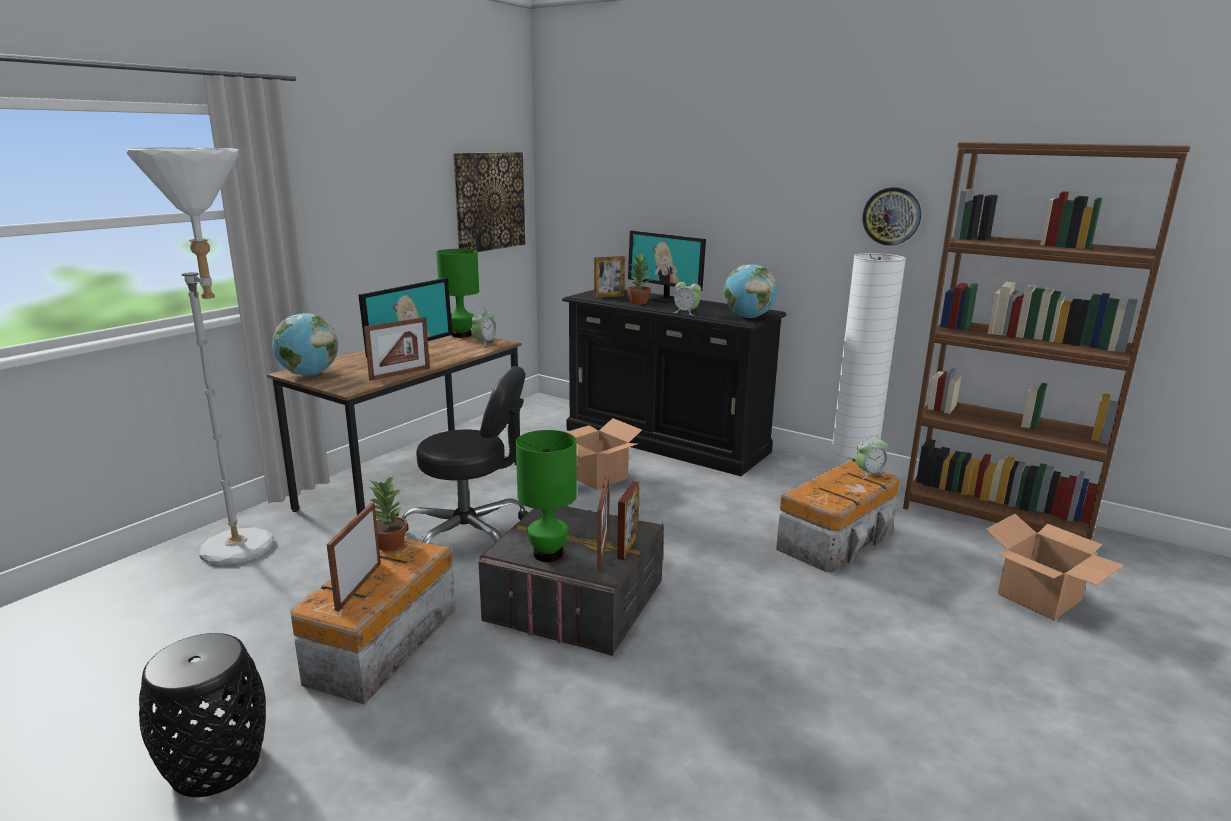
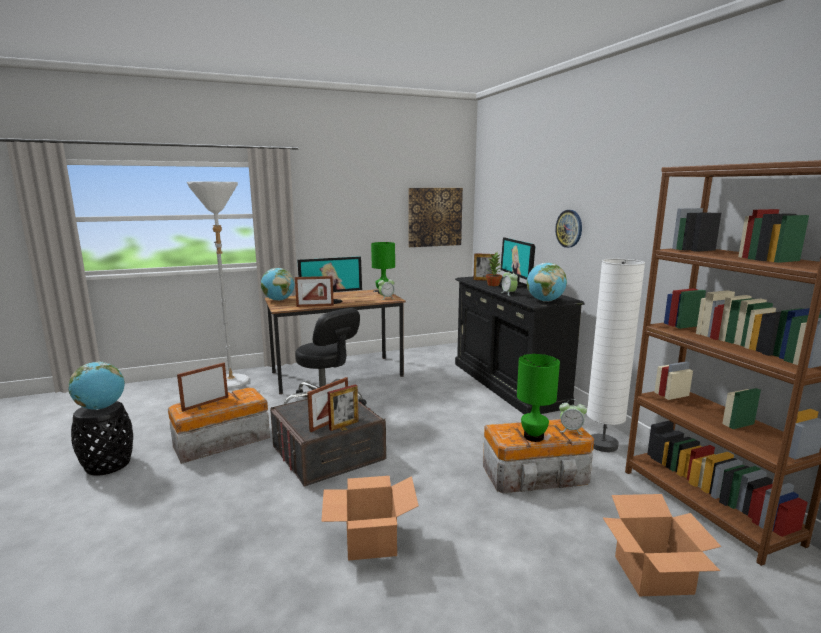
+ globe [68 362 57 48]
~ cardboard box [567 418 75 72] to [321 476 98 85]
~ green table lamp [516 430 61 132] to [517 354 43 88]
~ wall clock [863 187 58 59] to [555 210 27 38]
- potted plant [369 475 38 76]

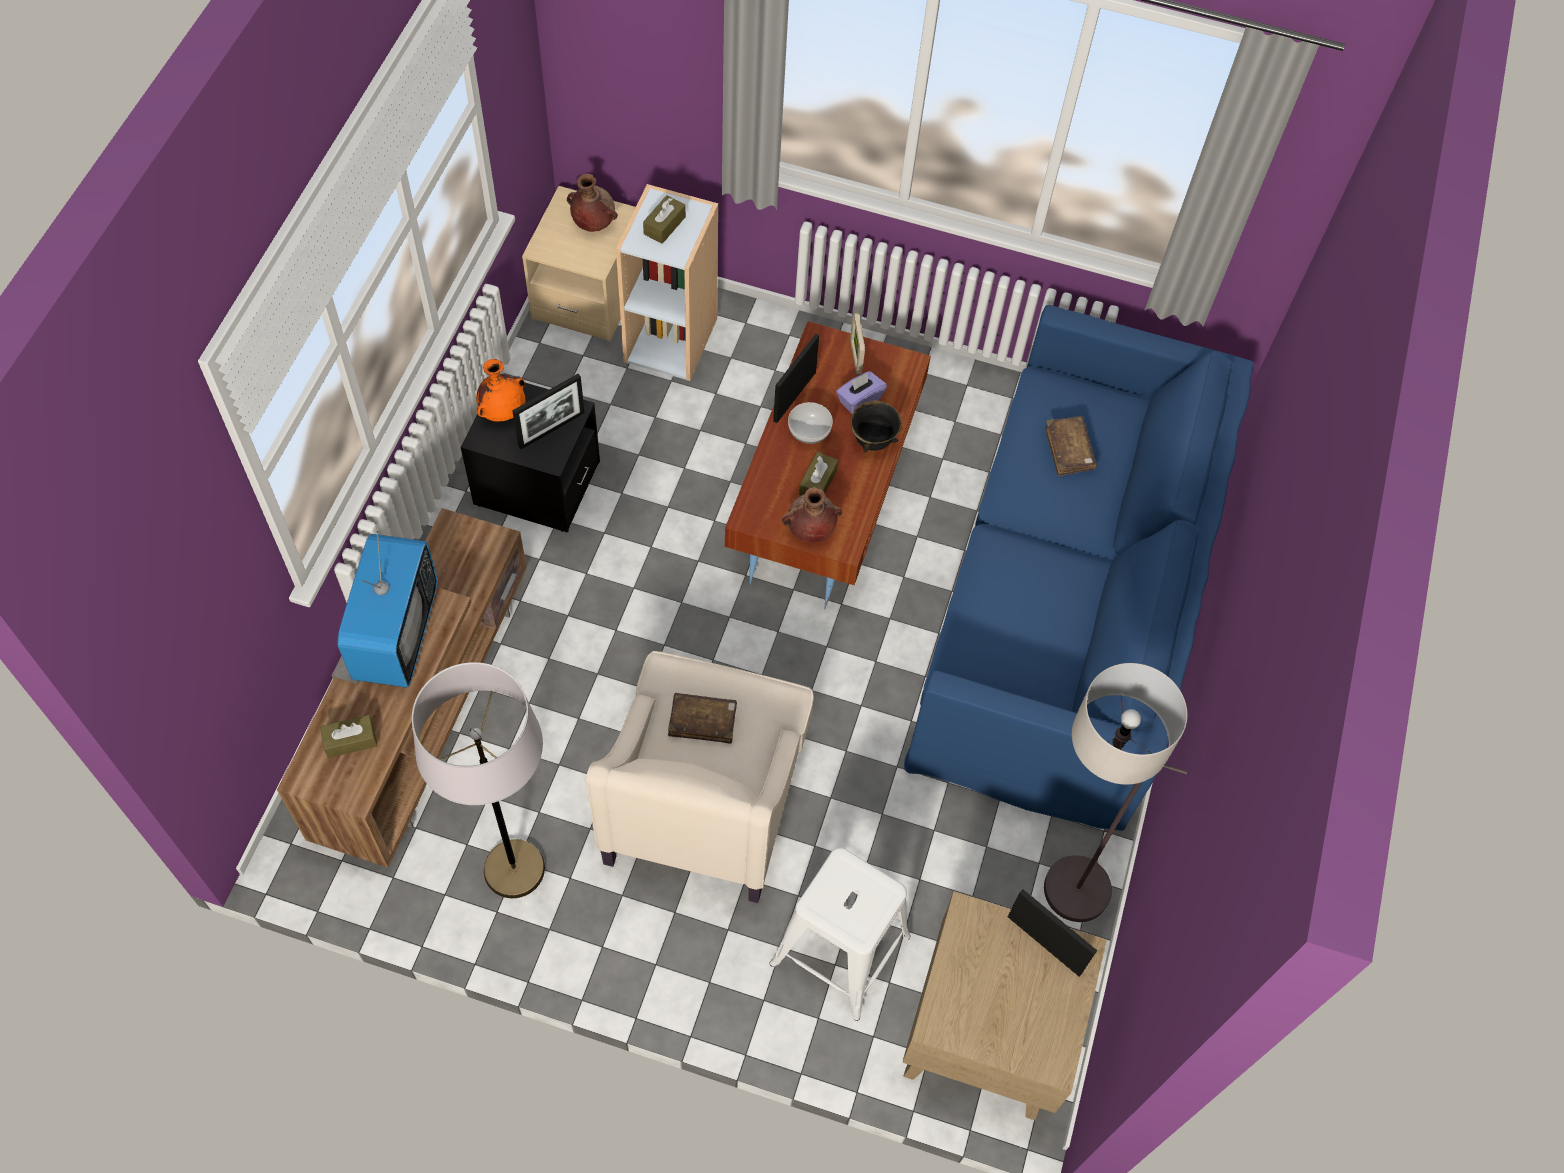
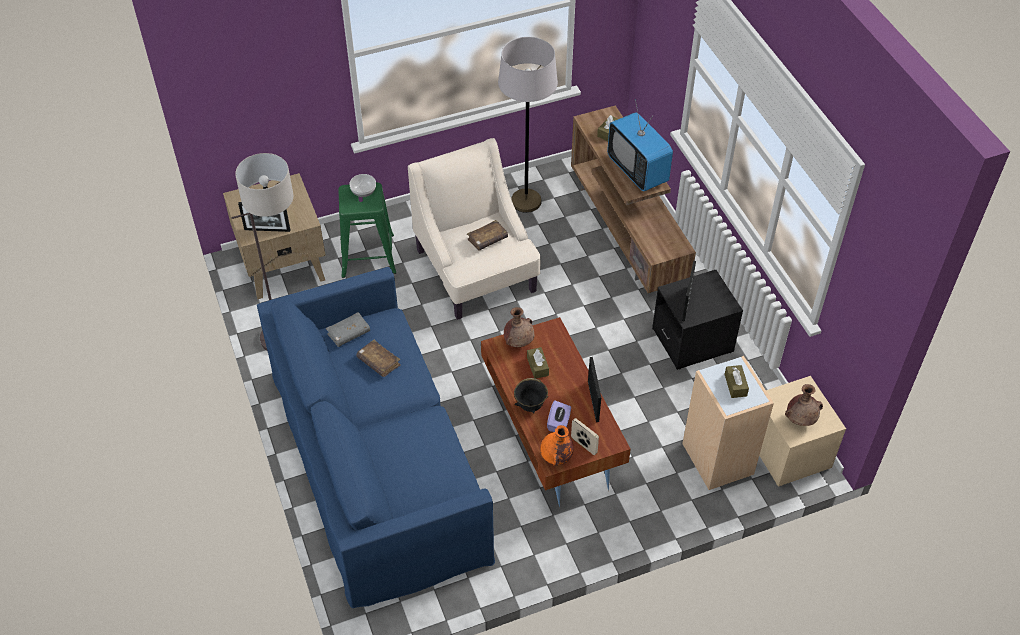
+ grey book [326 312 44 35]
~ white stool [769 848 142 173] to green stool [338 182 59 96]
~ bowl [788 402 45 42] to [349 174 27 23]
~ brown book [1045 416 52 60] to [356 340 45 37]
~ orange vase [476 359 50 63] to [540 425 34 41]

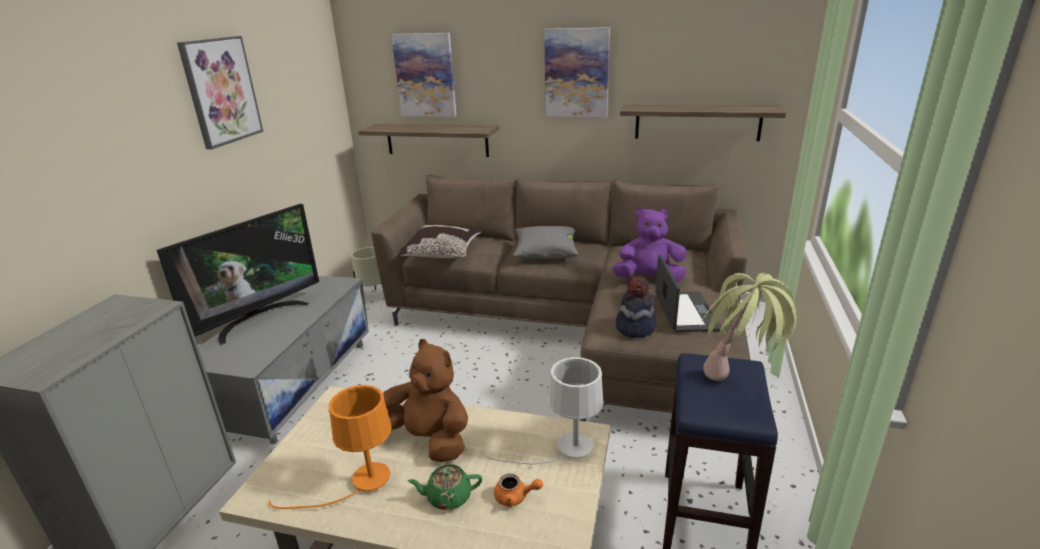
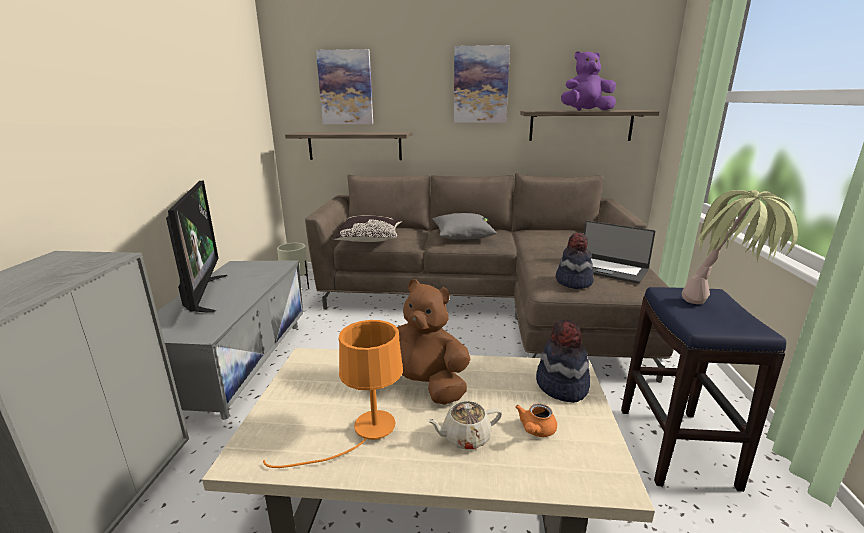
~ television [157 204 162 141] = [166 181 62 131] 45 degrees counterclockwise
~ green teapot [408 464 74 46] to beige teapot [427 401 75 49]
~ orange teapot [494 474 49 33] = [515 404 42 33] 120 degrees clockwise
~ white table lamp [483 357 121 107] to hat [536 319 54 84]
~ purple plush toy [612 207 75 76] to [561 51 55 59]
~ laptop [655 255 68 77] = [584 221 72 63] 135 degrees clockwise
- picture [177 36 86 113]

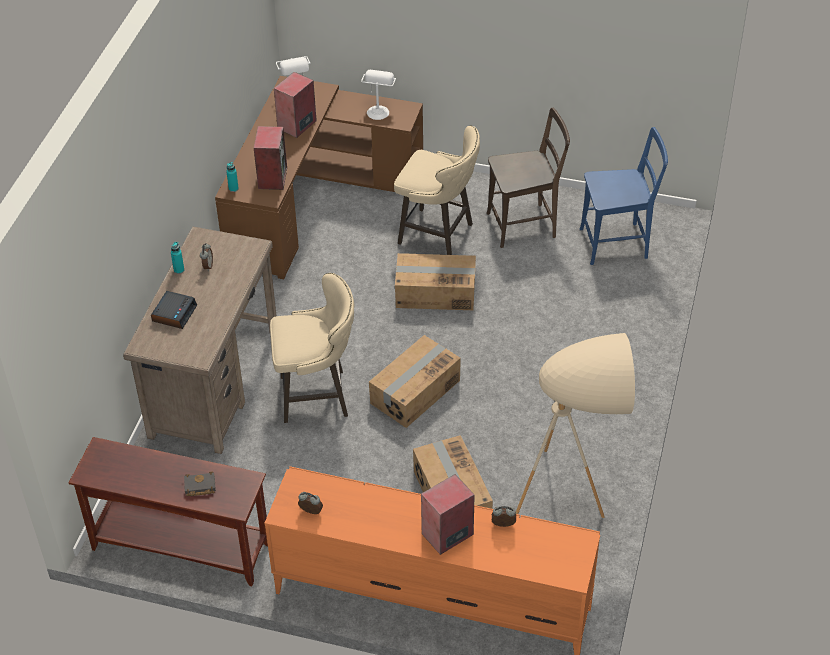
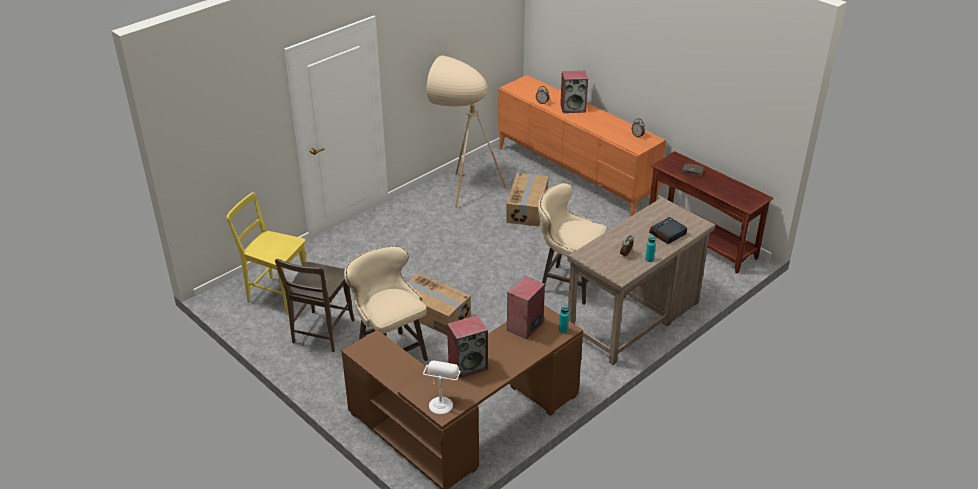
~ blue chair [580 127 88 138] to yellow chair [227 192 79 123]
~ brown chair [486 108 84 140] = [275 259 80 93] 90 degrees counterclockwise
- white table lamp [361 70 35 50]
- cardboard box [369 335 92 93]

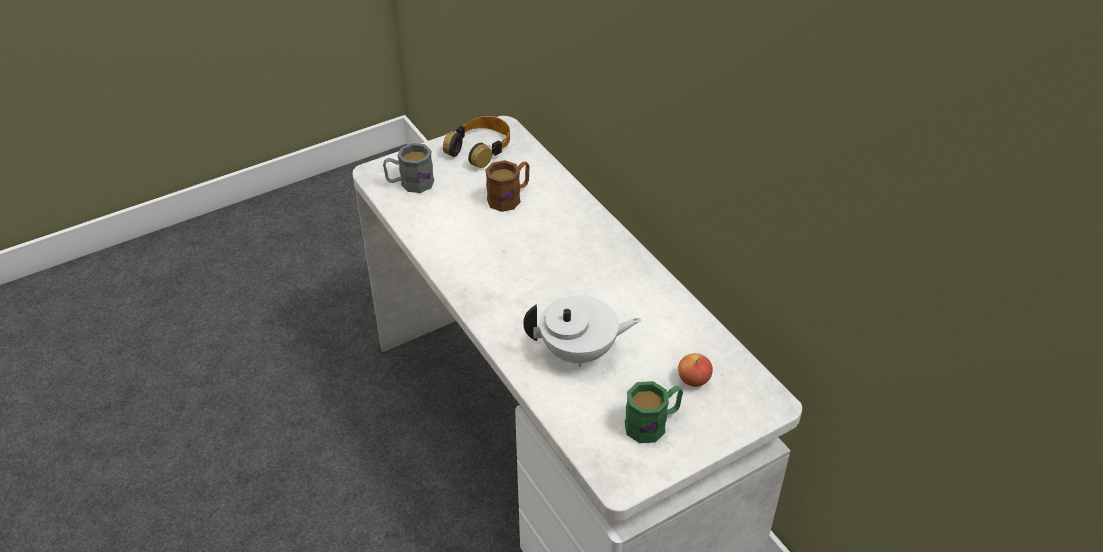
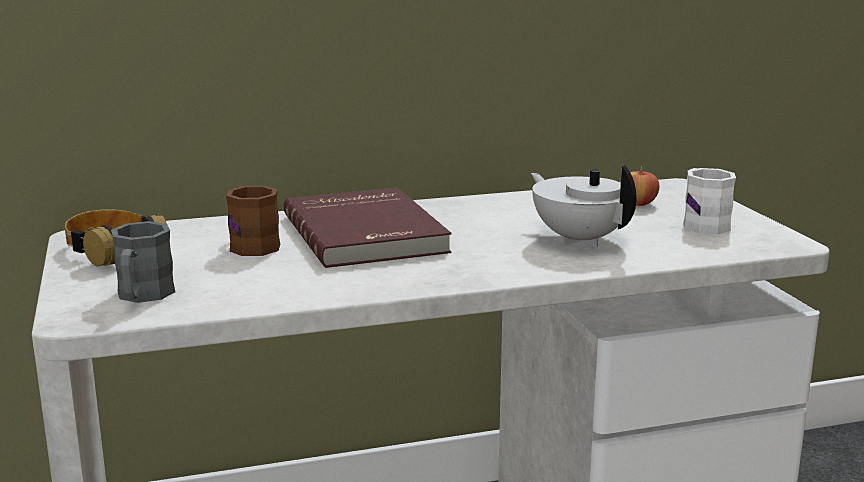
+ red book [284 188 167 80]
~ white teapot [523 295 118 72] = [531 165 106 82] 45 degrees counterclockwise
~ green mug [625 381 58 62] to white mug [683 168 53 66]

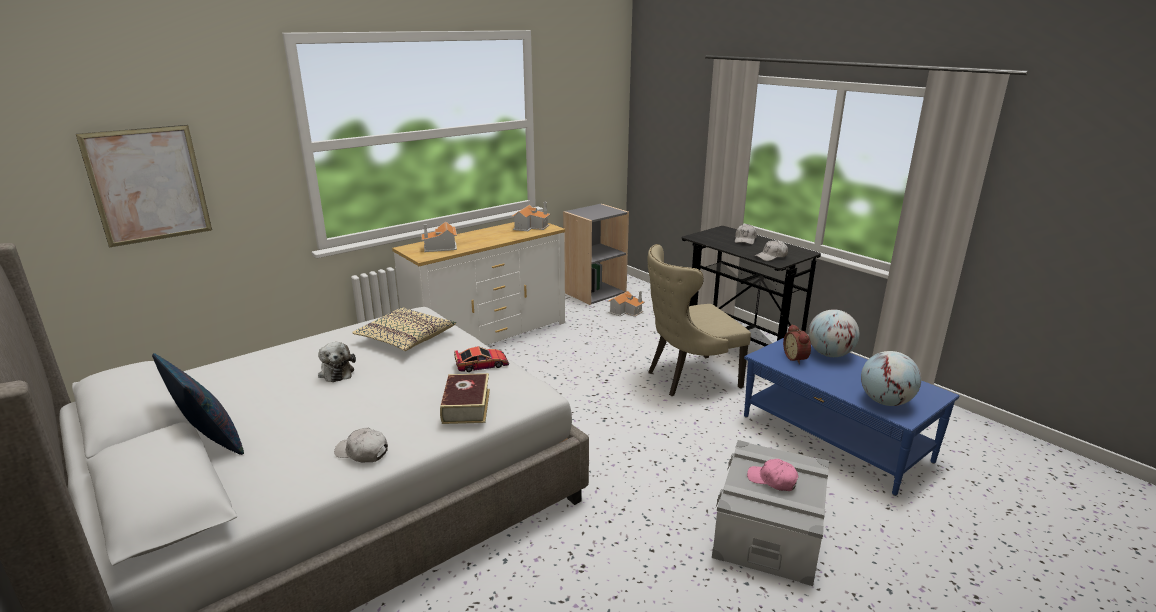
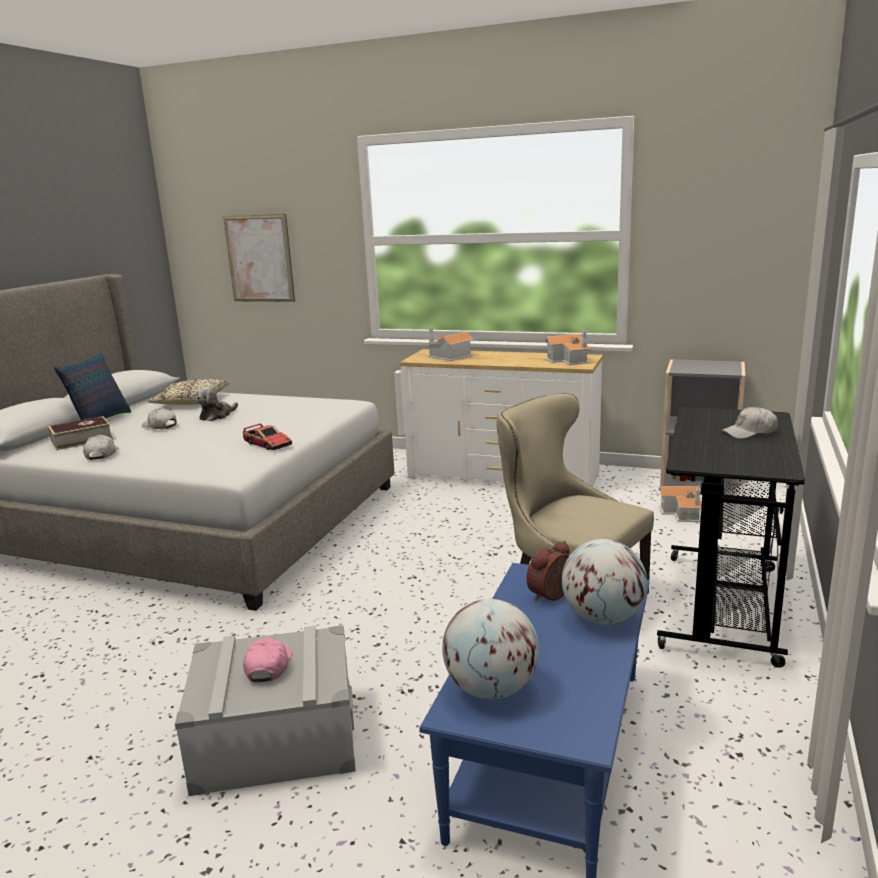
~ book [440 373 50 51] to [48 416 65 34]
~ white cap [755 240 33 21] to [142 408 35 21]
~ beige pillow [352 307 104 44] to [147 379 82 26]

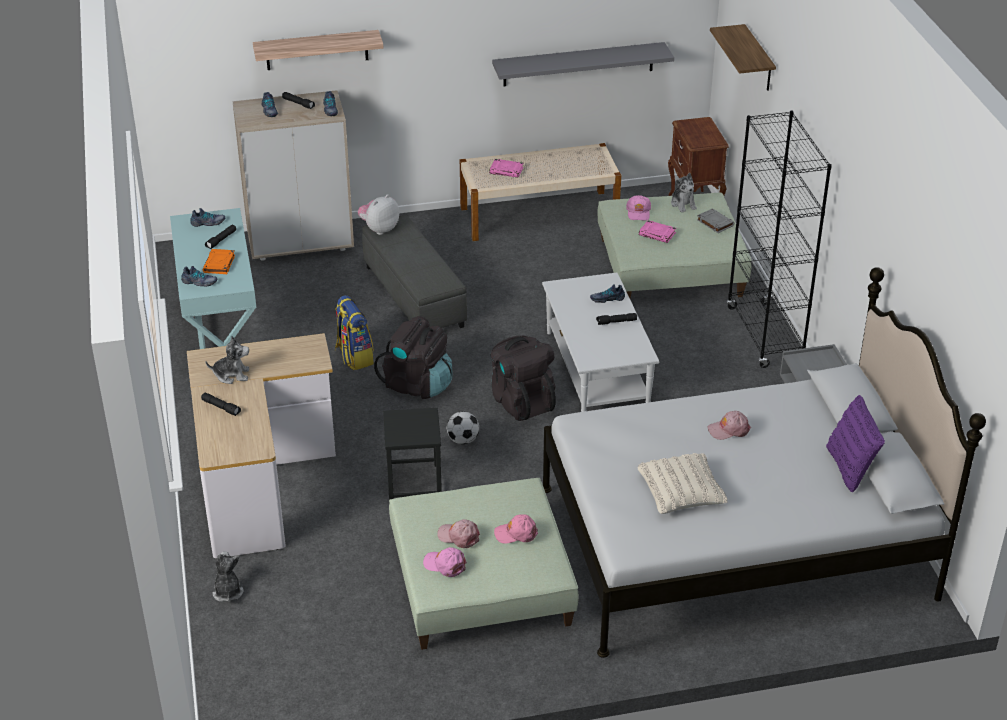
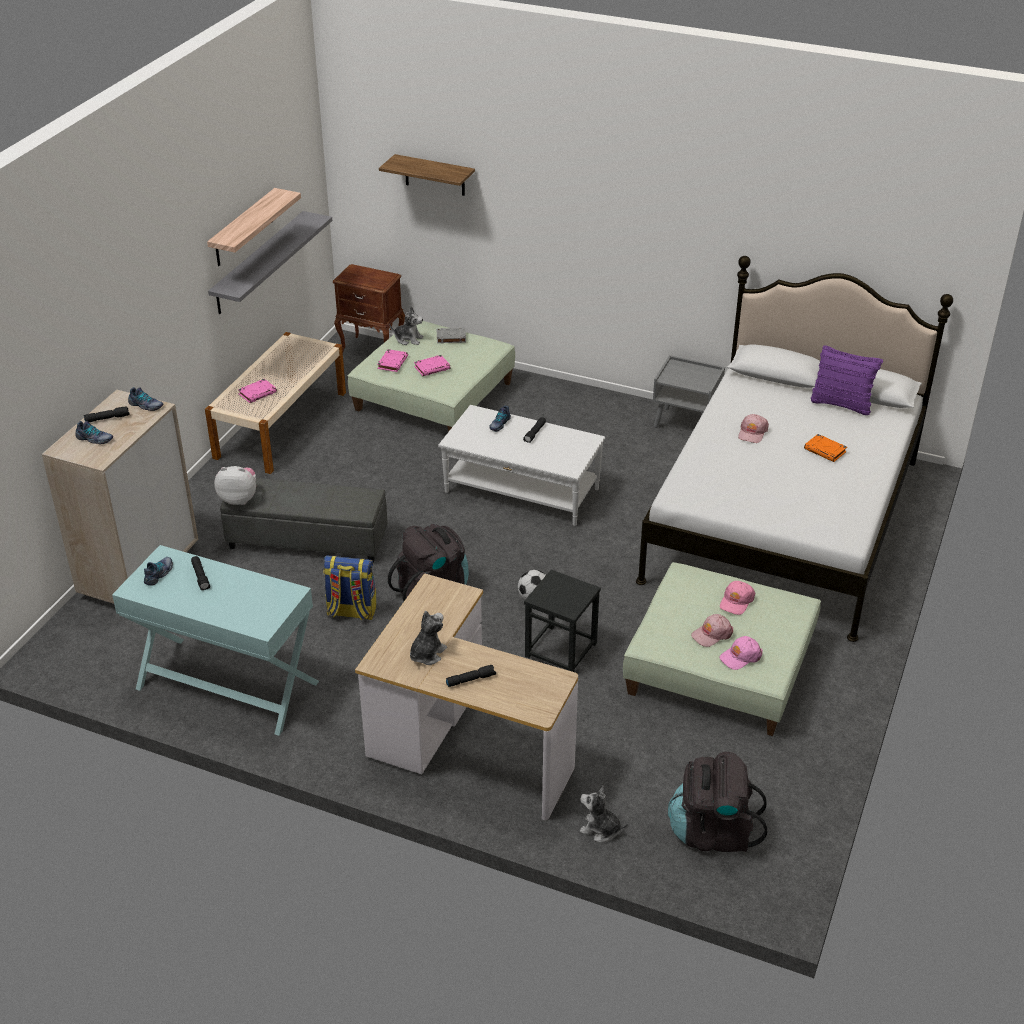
~ shelf [253 30 130 40] to [207 188 94 78]
~ plush toy [358 194 41 41] = [214 466 42 39] 105 degrees clockwise
~ pink cap [626 195 25 26] to pink book [377 349 31 23]
~ black backpack [491 335 65 86] to [668 752 99 100]
~ orange book [203 249 32 25] to [804 434 43 28]
- shoe [181 266 36 21]
- beige pillow [638 453 90 61]
- black bookcase [727 111 105 257]

